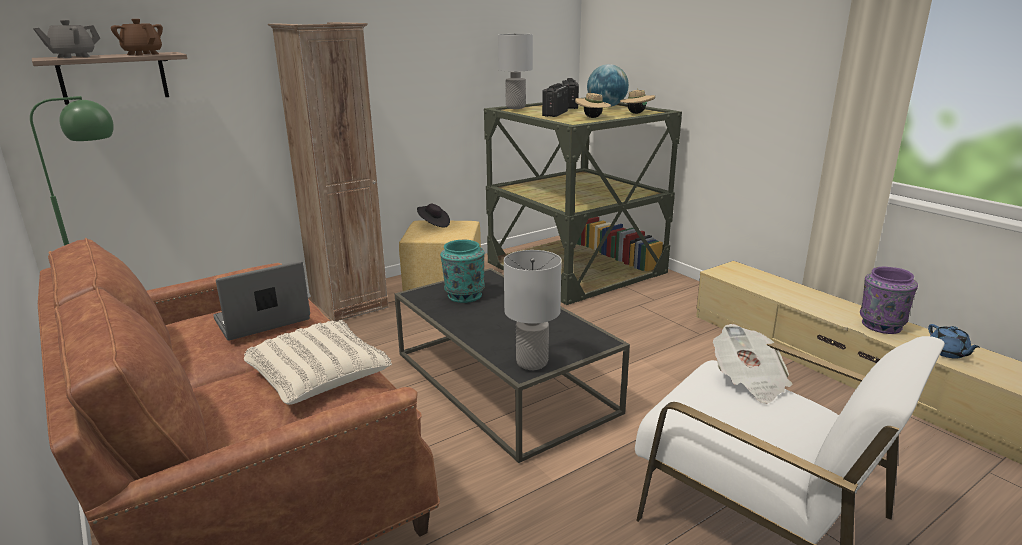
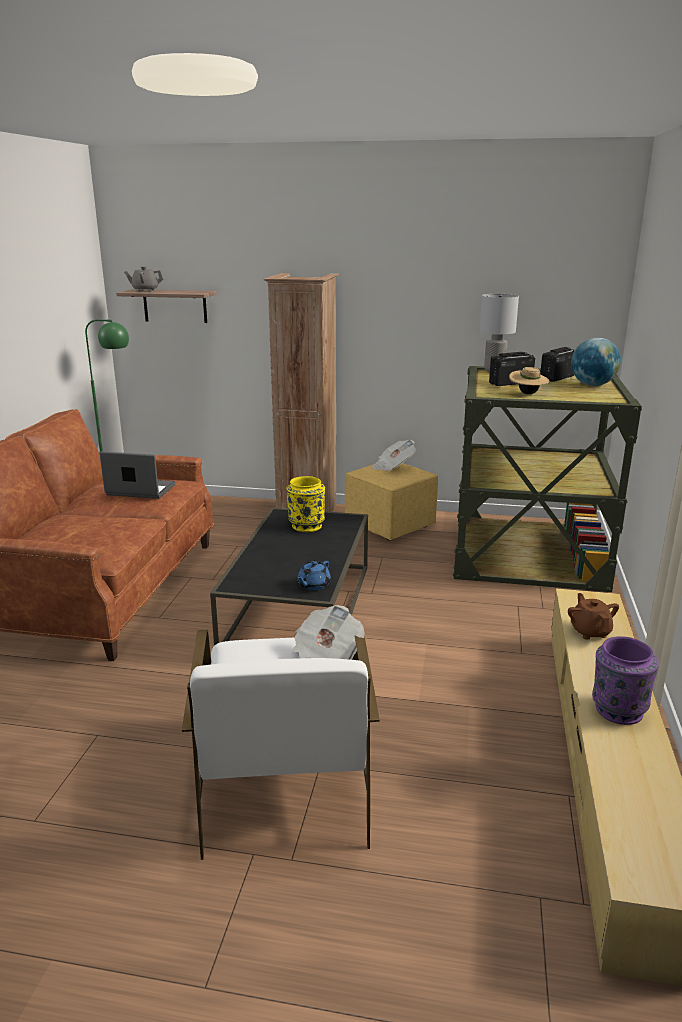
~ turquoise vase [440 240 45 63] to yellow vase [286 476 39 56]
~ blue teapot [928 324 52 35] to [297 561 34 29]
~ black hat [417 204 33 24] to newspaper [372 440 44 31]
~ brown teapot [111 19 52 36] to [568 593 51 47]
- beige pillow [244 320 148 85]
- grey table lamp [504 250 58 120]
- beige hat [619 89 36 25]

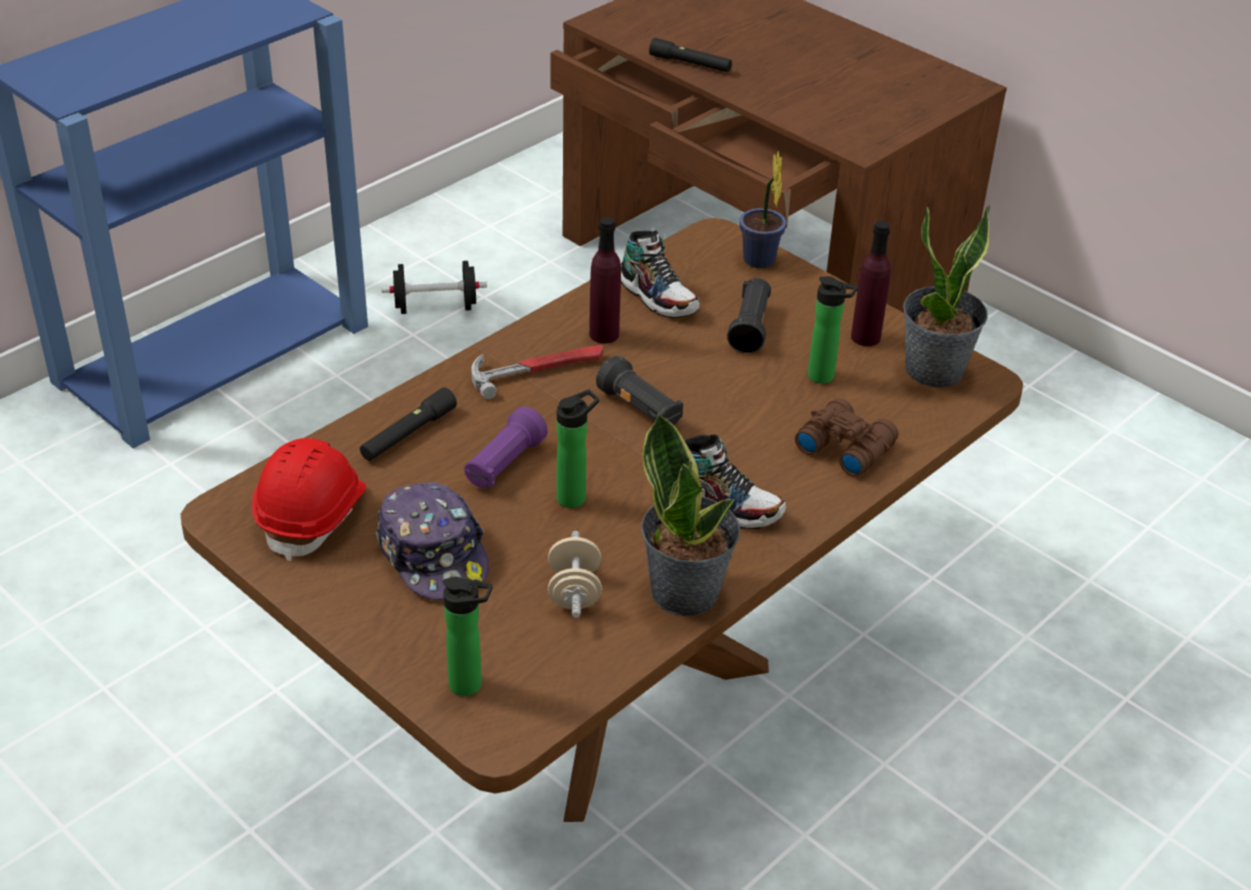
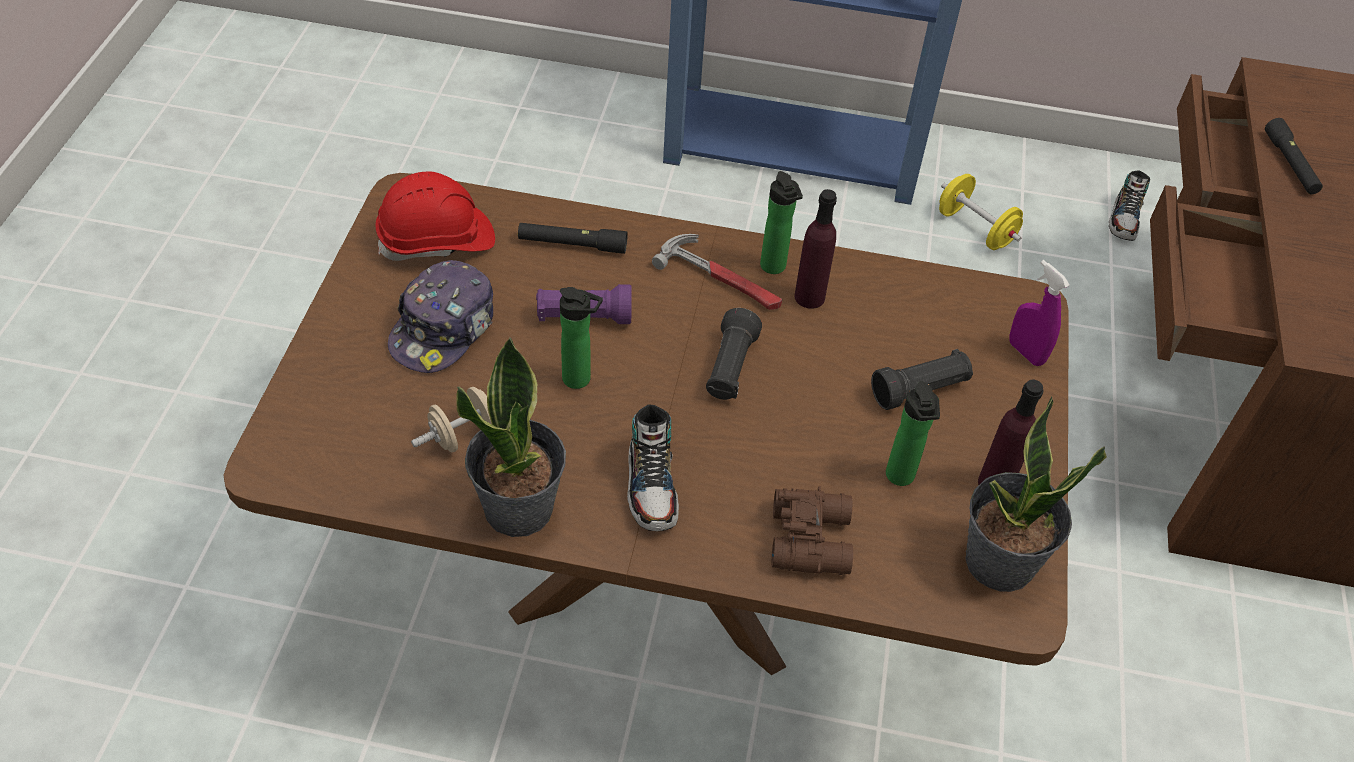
~ bottle [443 577 50 119] to [760 171 43 103]
~ black dumbbell [382 261 105 53] to yellow dumbbell [939 174 84 76]
~ potted plant [739 151 47 117] to purple spray bottle [1010 260 60 106]
~ shoe [621 231 78 87] to [1109 170 41 71]

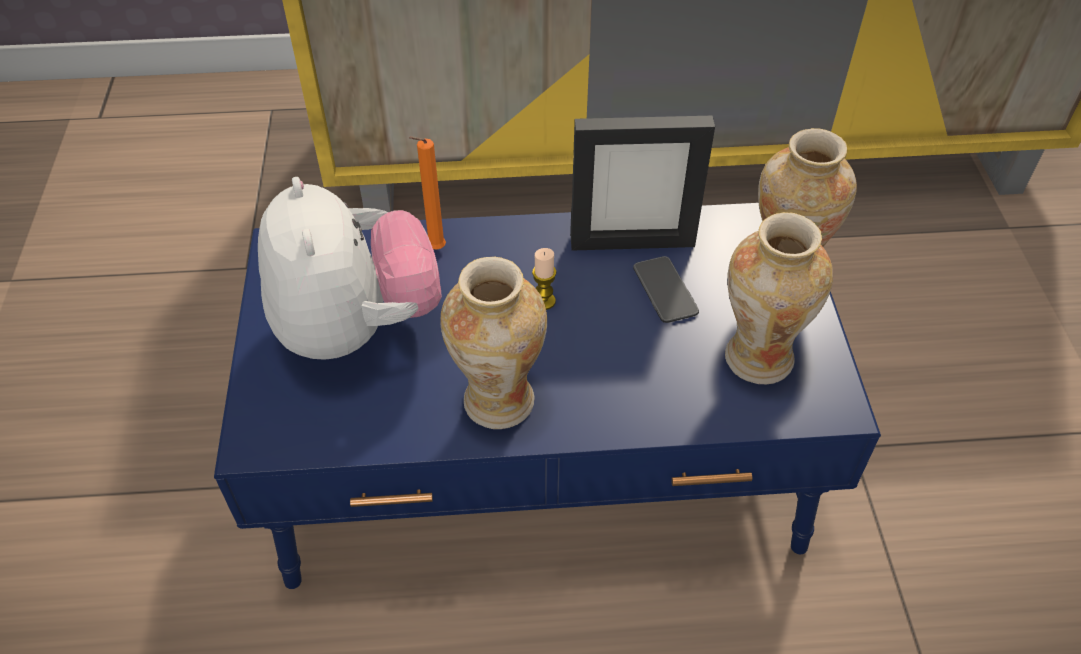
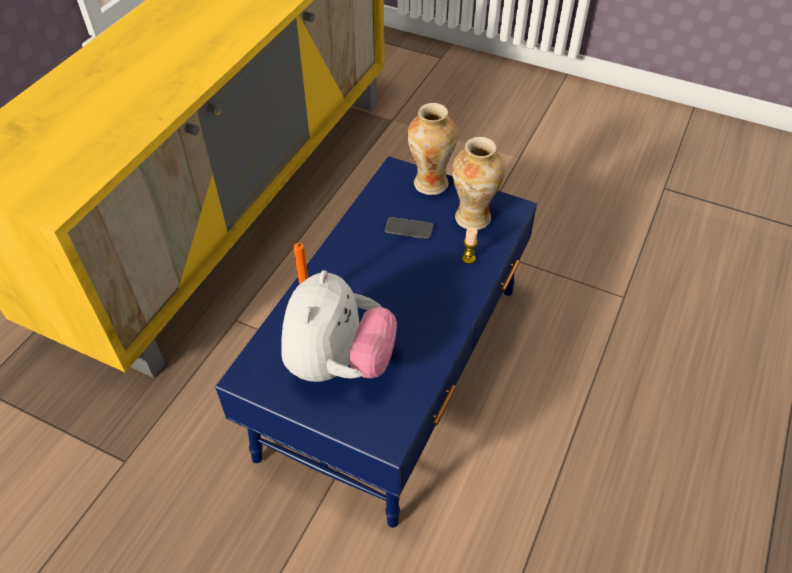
~ plush toy [258 177 184 183] = [281 270 116 112] 90 degrees clockwise
~ candle [532 248 24 62] to [462 227 16 37]
- vase [440 257 107 172]
- picture frame [570 115 145 136]

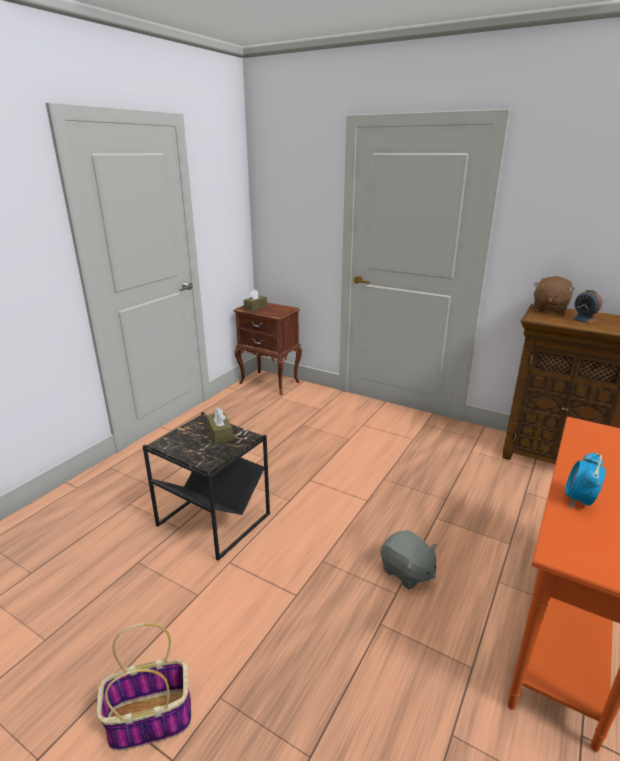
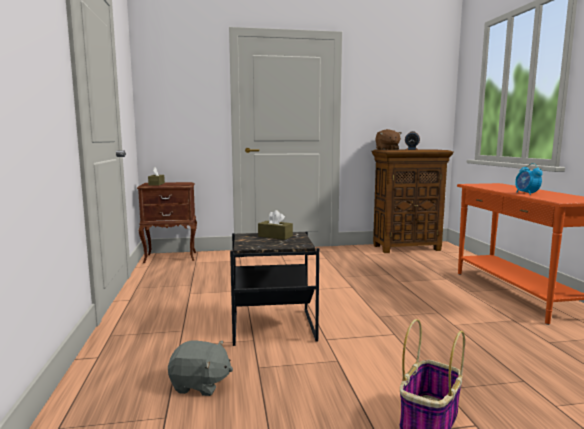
~ grey plush toy [380 530 57 59] to [168 341 65 55]

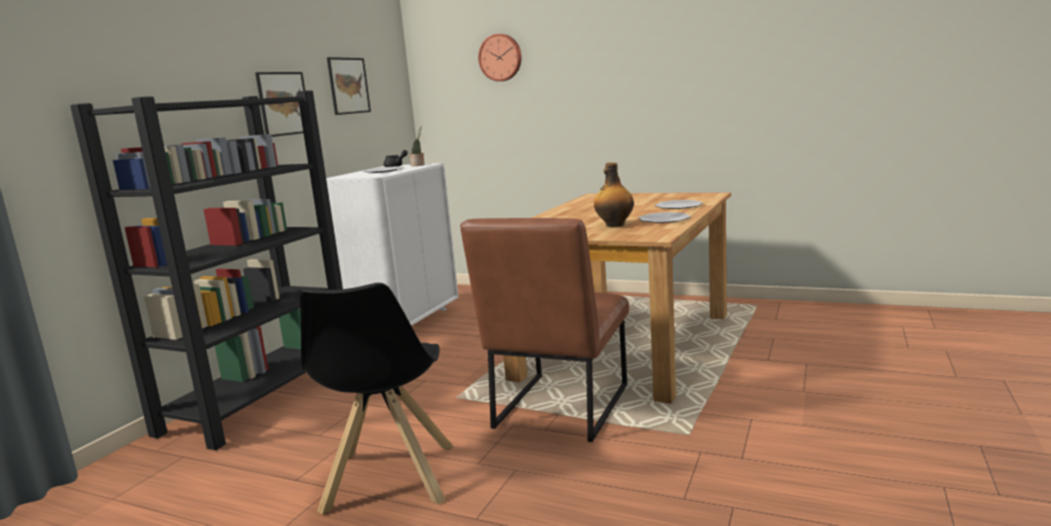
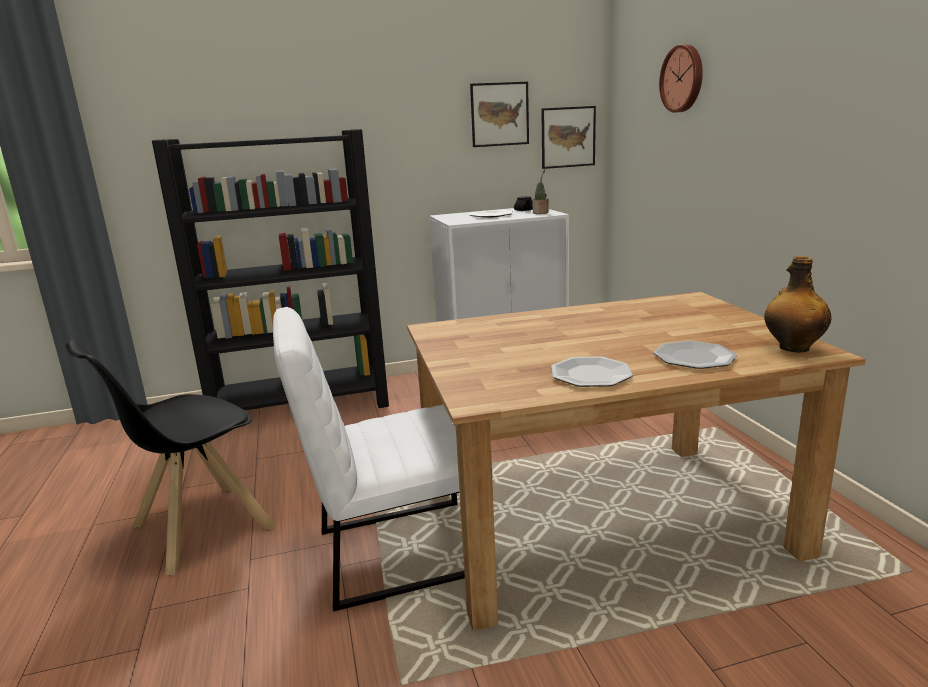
~ brown chair [460 218 169 224] to white chair [273 307 220 304]
~ picture [255 72 50 65] to [541 106 55 63]
~ bottle [594 162 40 65] to [764 256 67 97]

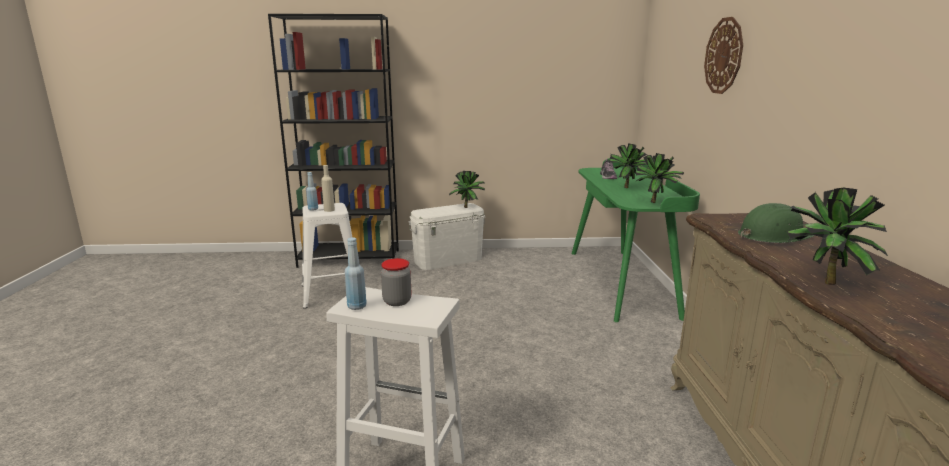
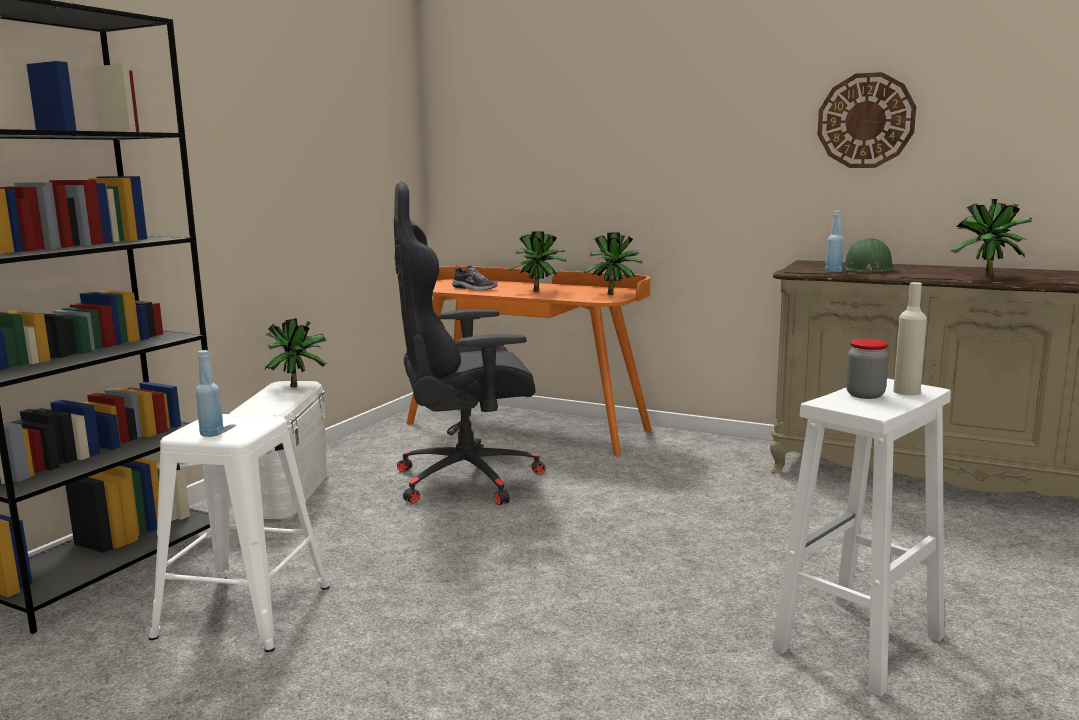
+ black office chair [394 181 151 324]
~ green desk [572 159 128 163] to orange desk [406 266 246 190]
~ wall clock [704 17 39 77] to [817 72 99 96]
~ blue bottle [345 237 22 73] to [825 211 19 62]
~ beige bottle [321 165 14 47] to [893 282 34 113]

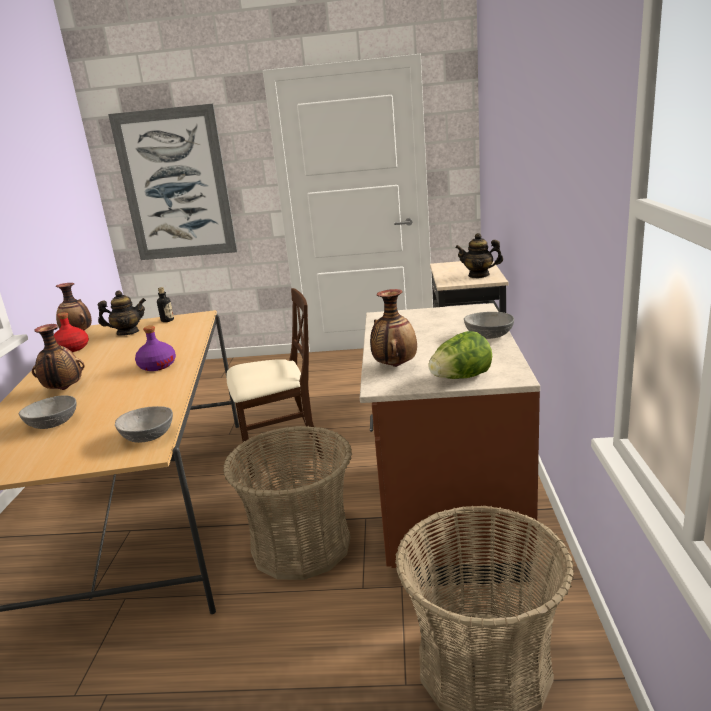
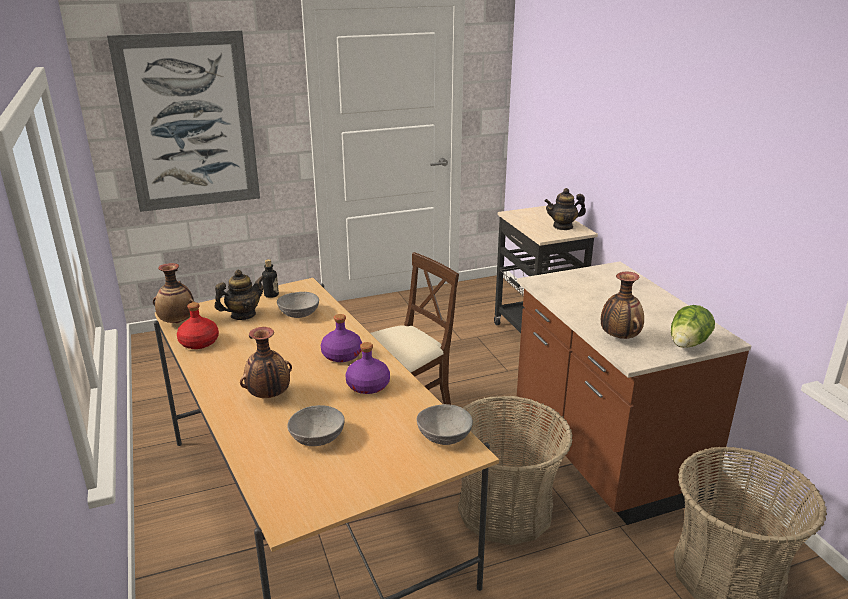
~ grey bowl [464 312 50 27] to [277 292 42 26]
+ purple bottle [345 342 45 52]

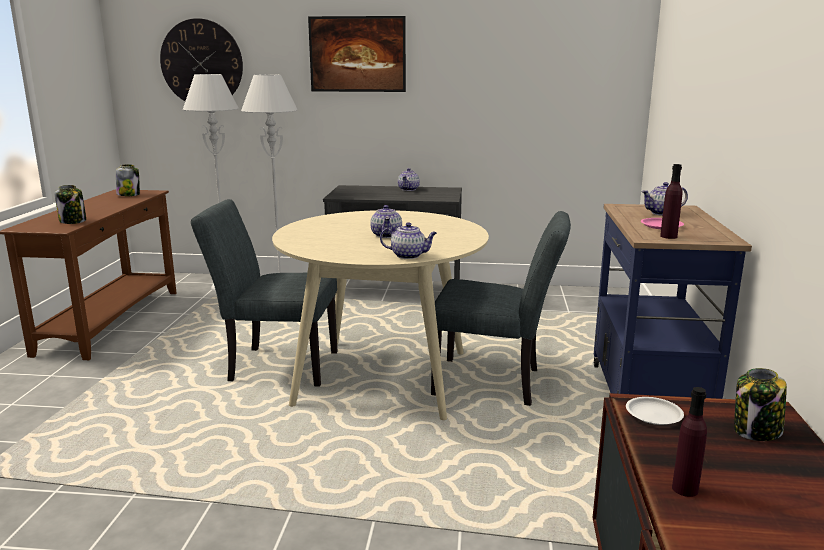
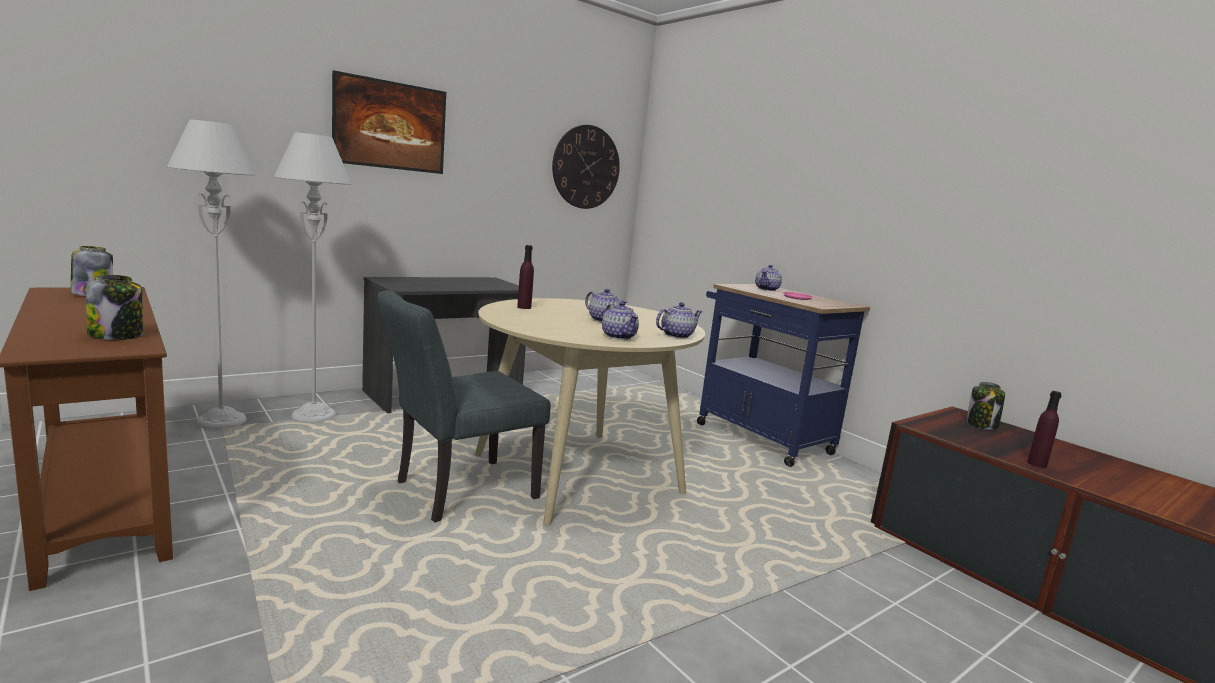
~ purple bottle [660 164 22 75] to [517 245 17 64]
~ wall clock [160 18 83 83] to [552 125 68 84]
~ teapot [398 168 22 23] to [602 302 37 38]
- grey chair [431 211 140 195]
- white plate [626 397 58 28]

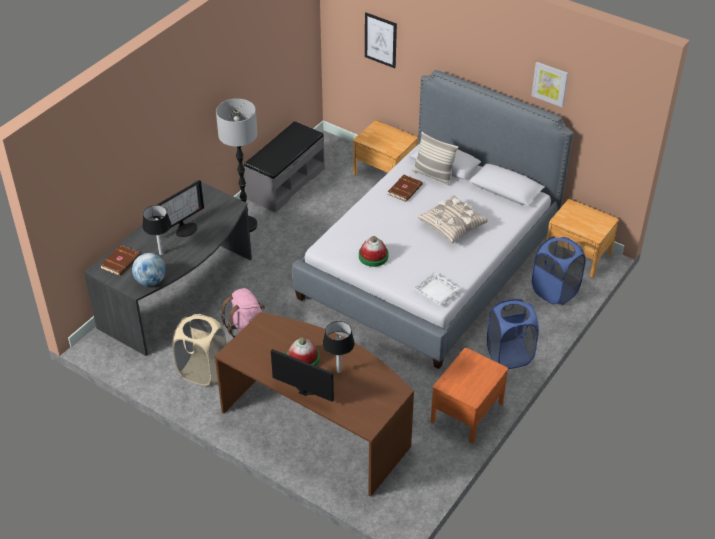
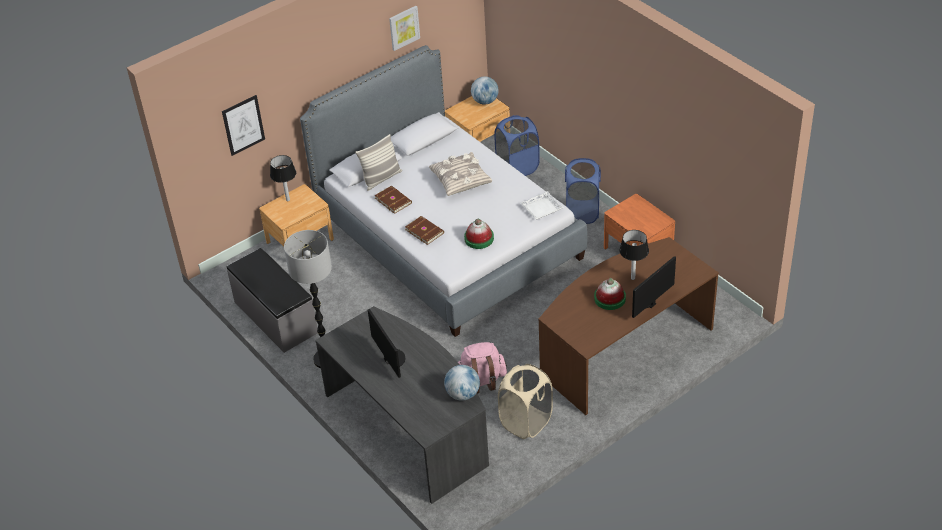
~ table lamp [142 205 29 50] to [270 155 26 46]
~ brown book [100 245 41 31] to [405 216 39 29]
+ globe [471 76 28 29]

